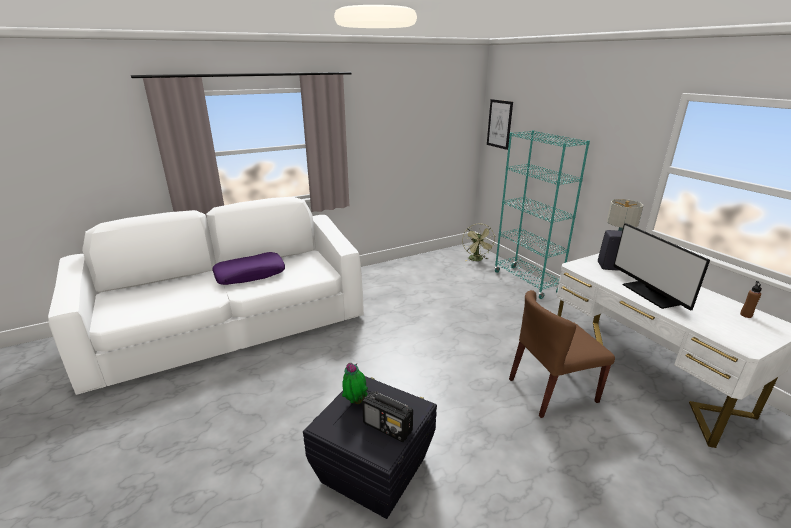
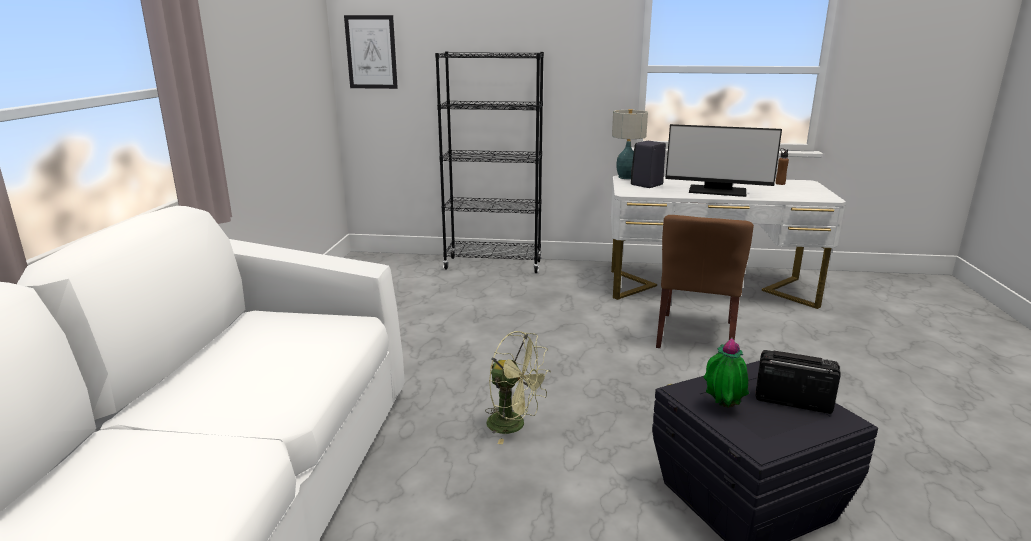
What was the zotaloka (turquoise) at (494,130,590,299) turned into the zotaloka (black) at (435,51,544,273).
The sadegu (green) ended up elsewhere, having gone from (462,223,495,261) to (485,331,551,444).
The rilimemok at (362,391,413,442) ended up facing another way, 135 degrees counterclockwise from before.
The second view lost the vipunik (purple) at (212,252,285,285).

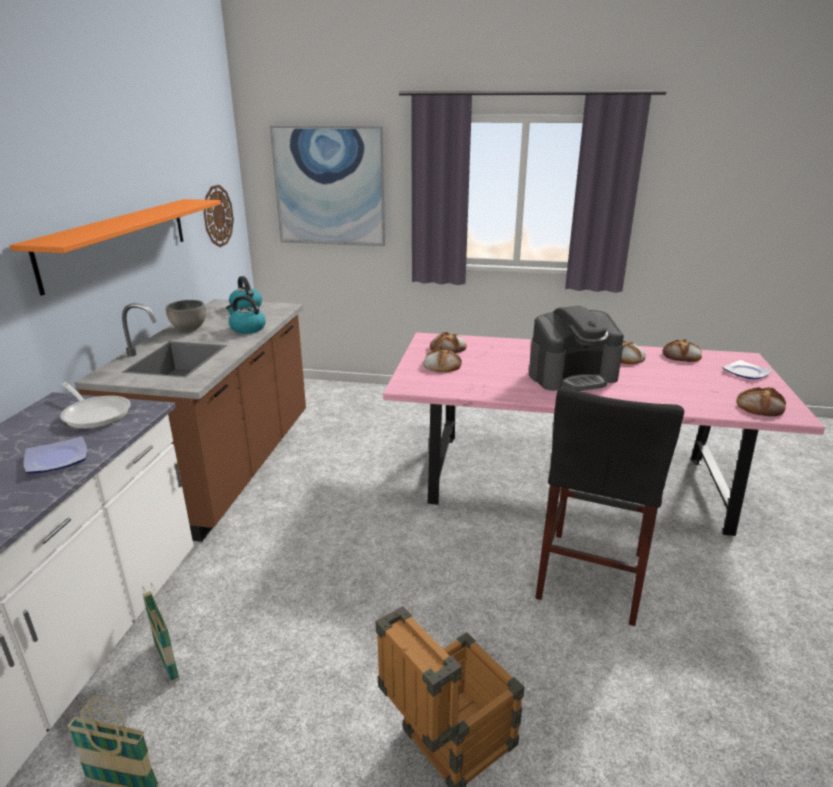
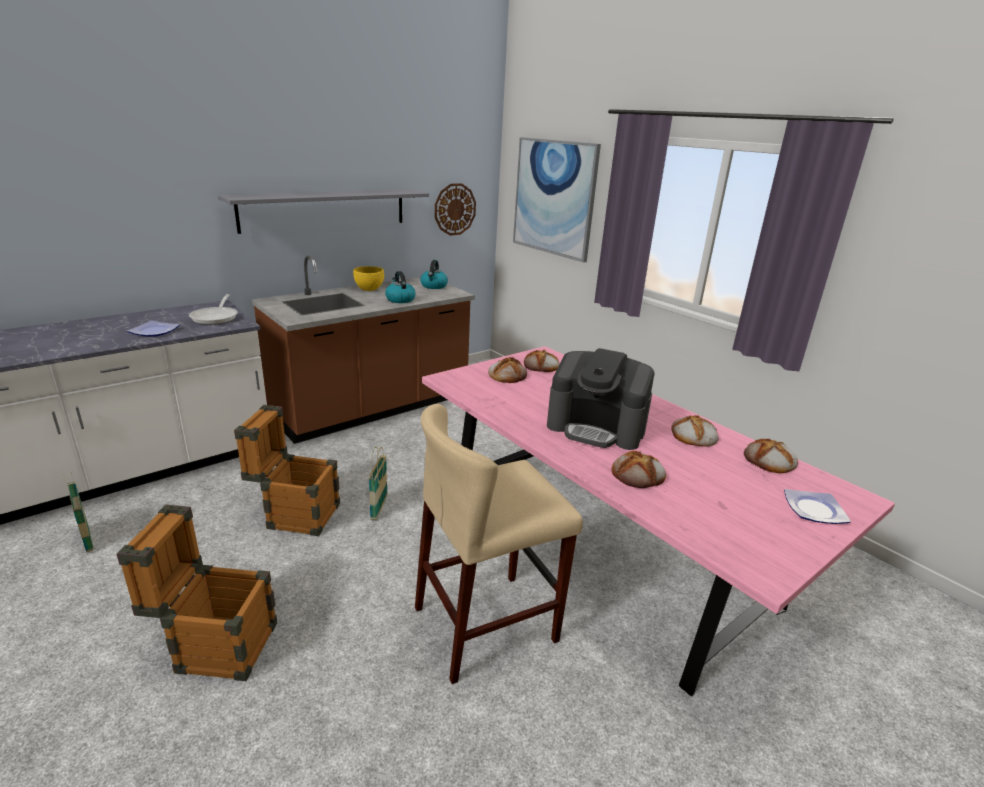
What was the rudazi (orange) at (10,199,221,296) turned into the rudazi (grey) at (217,189,429,234).
The second view gained the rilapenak at (234,405,340,536).
What was the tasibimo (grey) at (166,300,206,332) turned into the tasibimo (yellow) at (353,266,384,291).
The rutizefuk ended up elsewhere, having gone from (142,583,180,684) to (369,446,388,520).
What was the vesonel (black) at (535,387,685,626) turned into the vesonel (beige) at (415,404,583,684).
The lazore ended up elsewhere, having gone from (736,387,786,416) to (612,451,666,488).

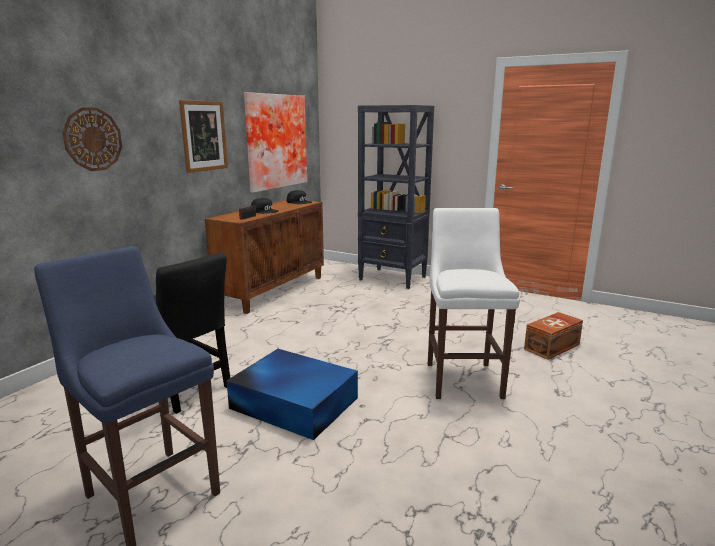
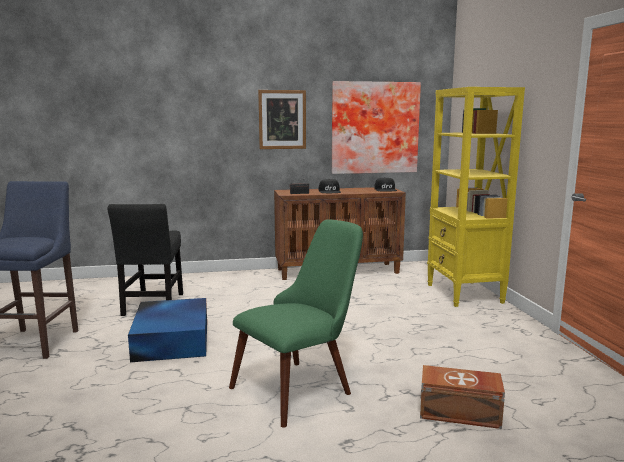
Where the vesonel (white) stood at (428,208,520,399), the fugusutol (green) came to stand at (229,219,363,428).
What was the zotaloka (black) at (358,105,434,289) turned into the zotaloka (yellow) at (427,87,525,307).
The second view lost the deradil at (62,107,122,171).

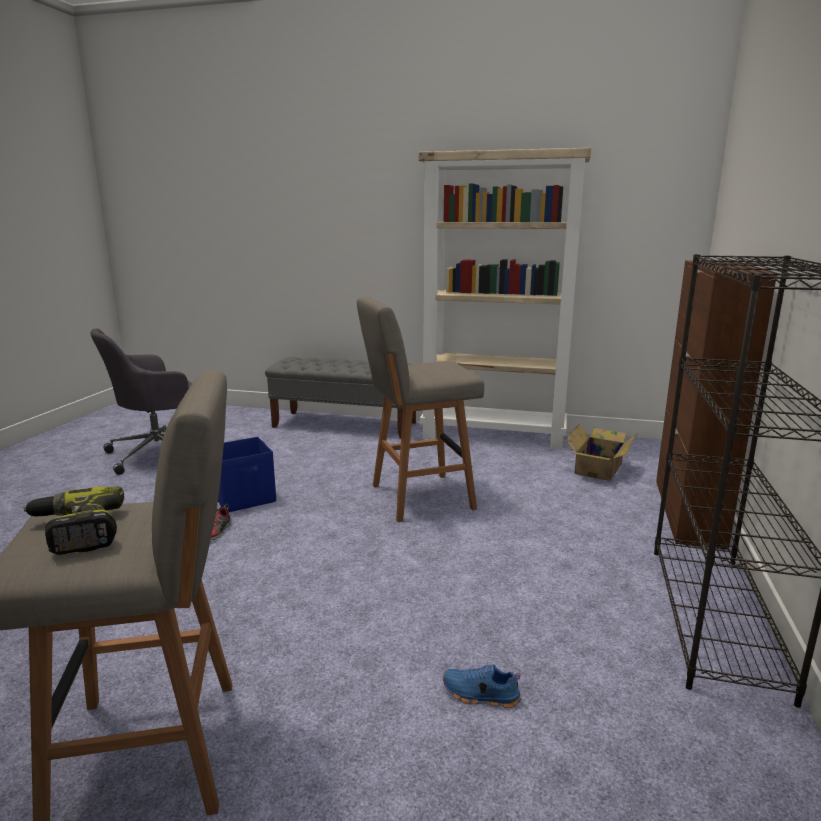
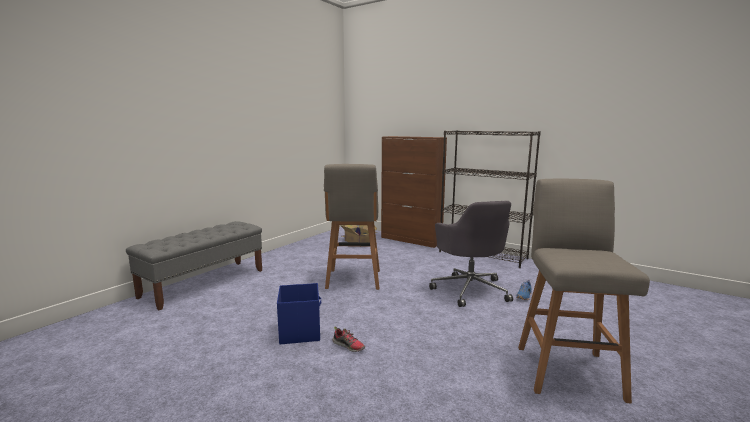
The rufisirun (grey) ended up elsewhere, having gone from (90,328,192,475) to (429,201,513,307).
The second view lost the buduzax at (24,487,124,555).
The second view lost the zotaloka (beige) at (419,148,591,450).

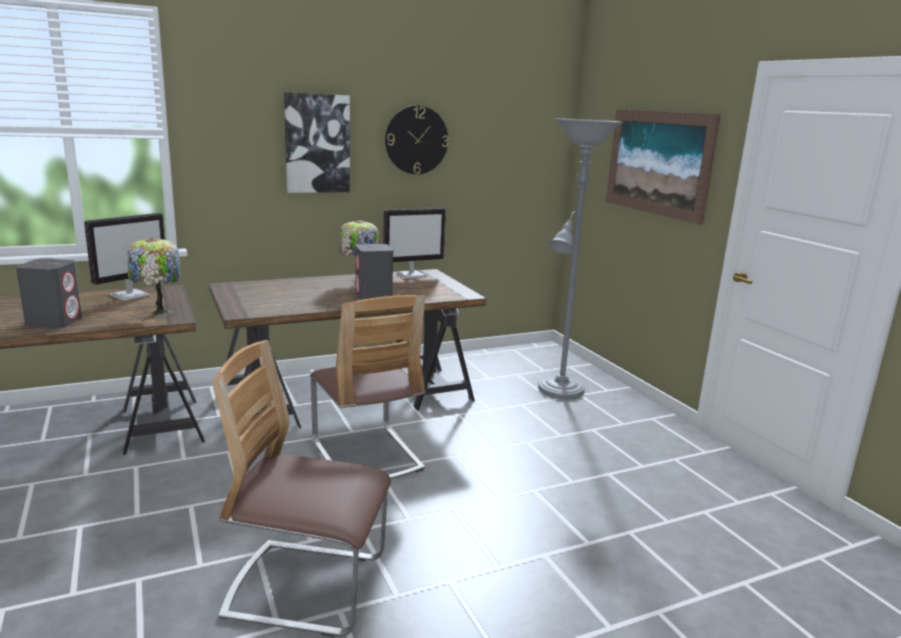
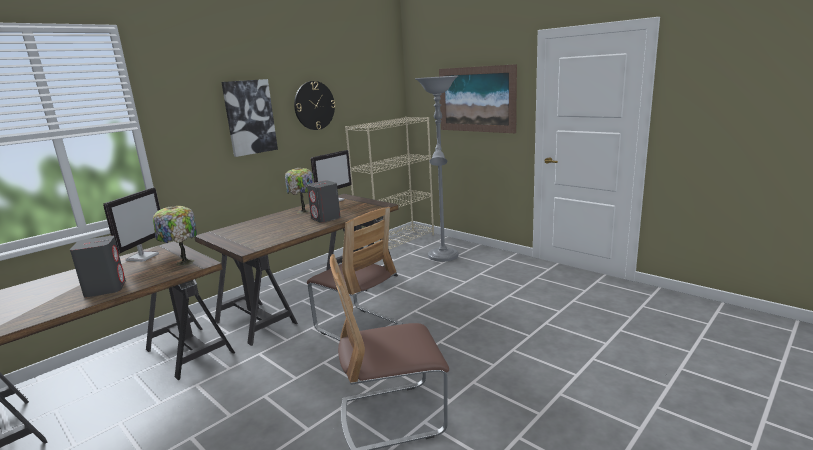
The second view gained the zotaloka (beige) at (345,117,434,249).

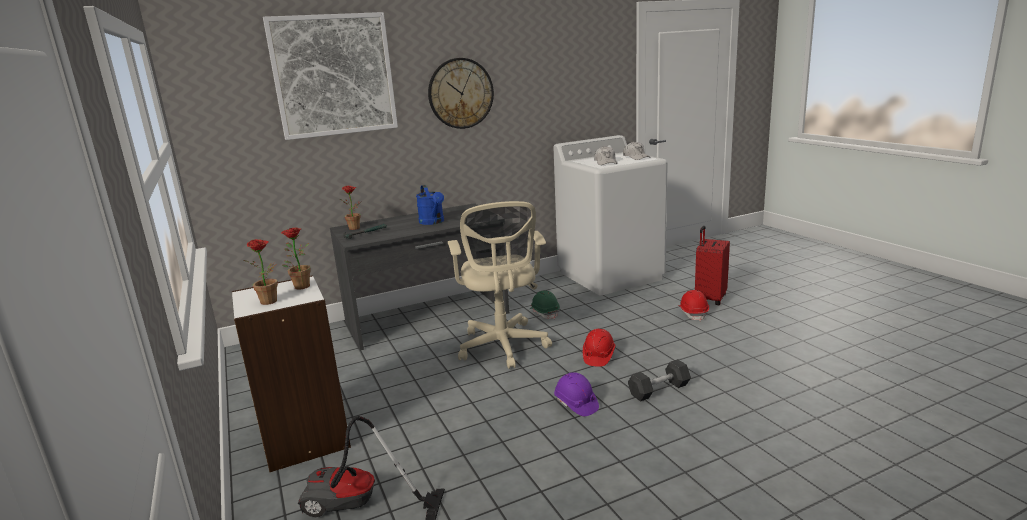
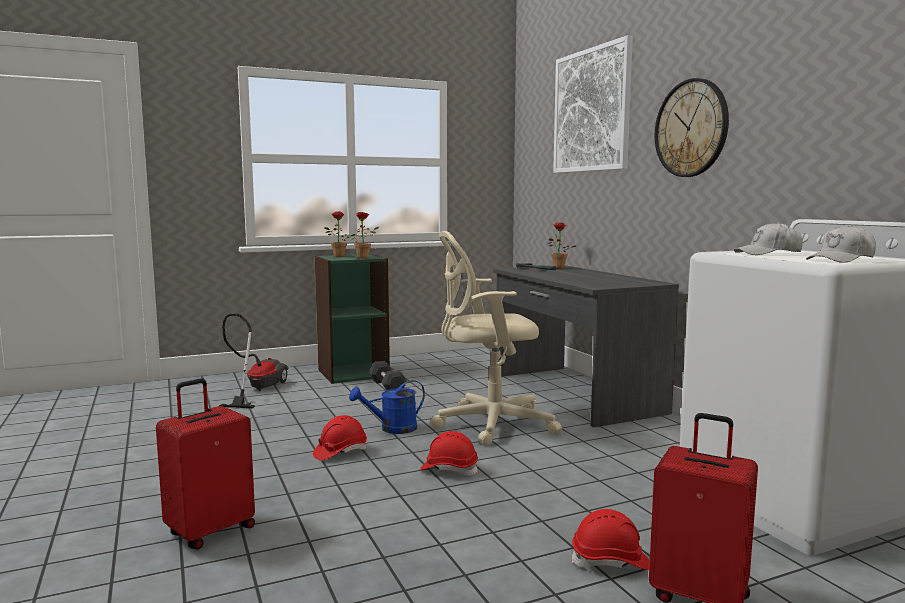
The second view gained the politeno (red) at (156,378,255,549).
What was the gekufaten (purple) at (554,372,599,416) turned into the gekufaten (red) at (313,415,367,461).
What was the zotaloka (white) at (232,275,351,472) turned into the zotaloka (green) at (315,254,390,384).
The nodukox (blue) ended up elsewhere, having gone from (416,185,444,225) to (349,380,425,434).
The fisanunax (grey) ended up elsewhere, having gone from (628,359,691,402) to (368,361,407,390).
The second view lost the gekufaten (green) at (530,290,560,319).

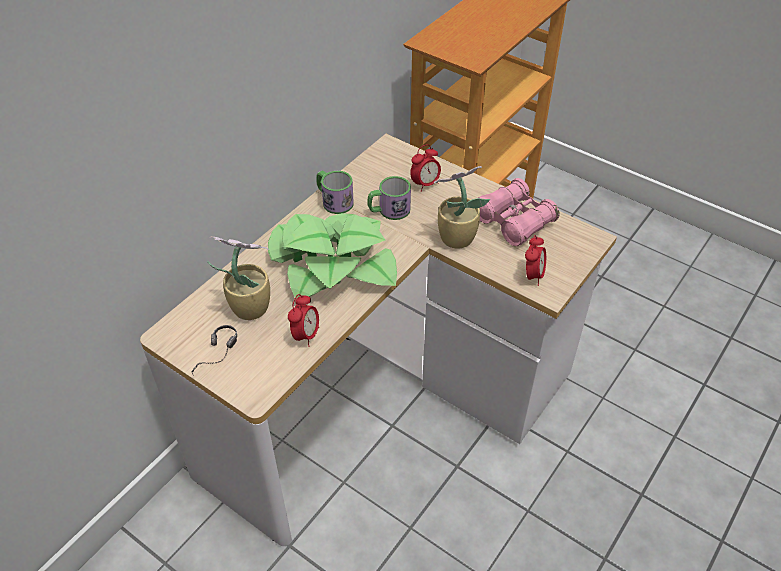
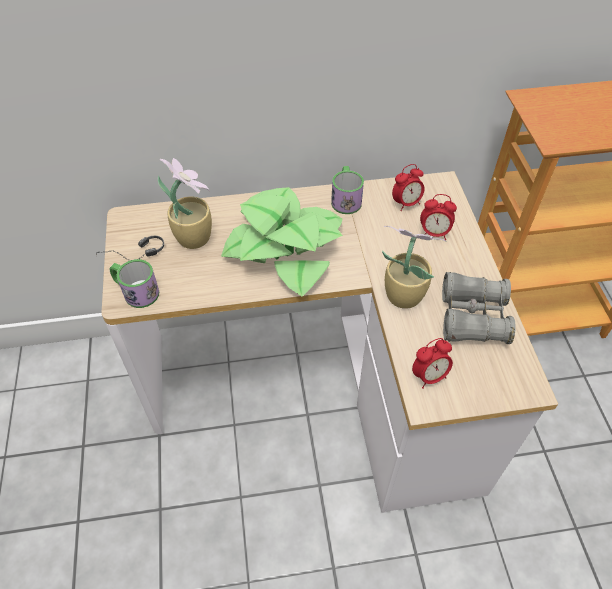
The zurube ended up elsewhere, having gone from (367,176,411,220) to (109,259,159,308).
The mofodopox ended up elsewhere, having gone from (288,294,319,347) to (392,164,425,211).
What was the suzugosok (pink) at (478,178,560,246) turned into the suzugosok (grey) at (442,272,515,344).

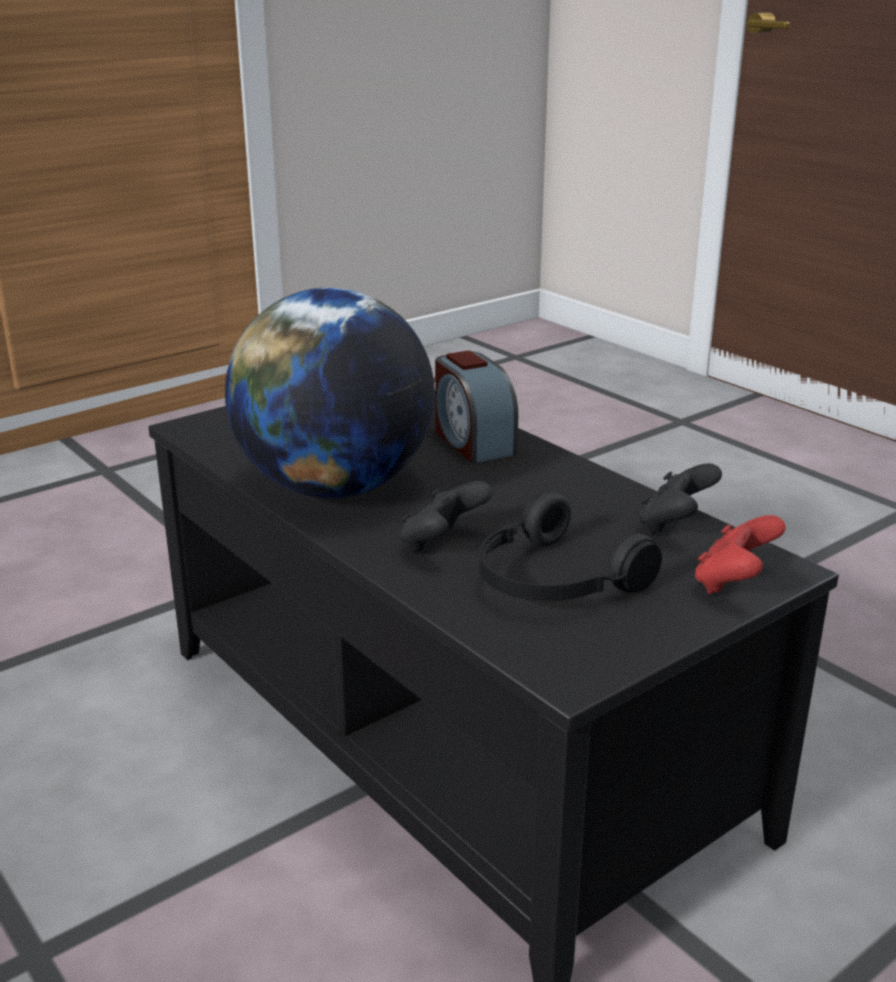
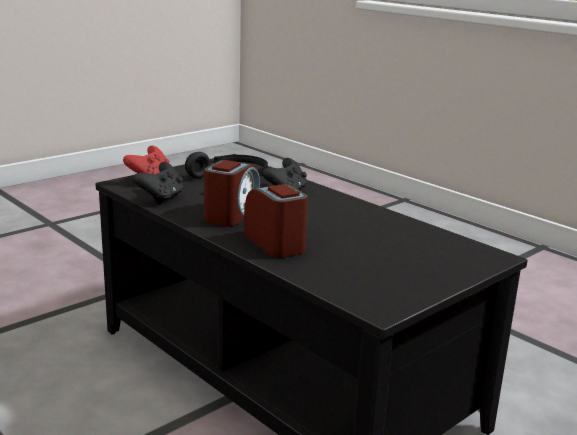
The second view gained the mofodopox at (204,160,260,227).
The second view lost the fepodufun at (225,287,435,498).

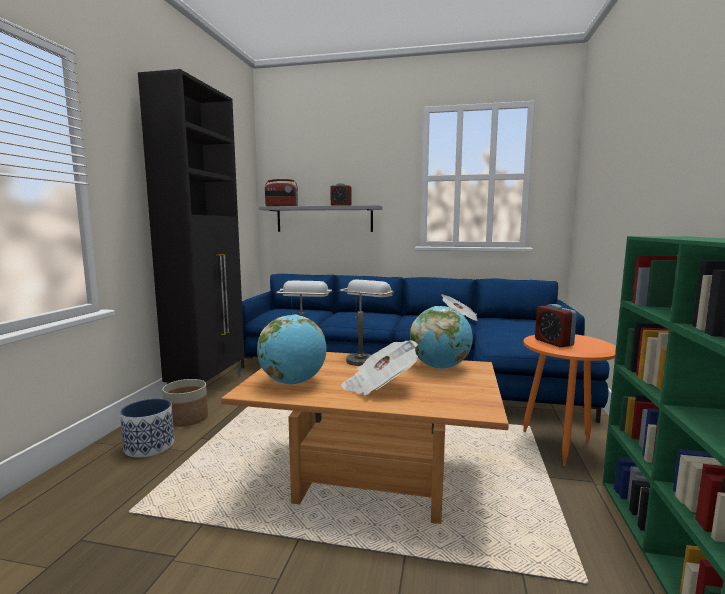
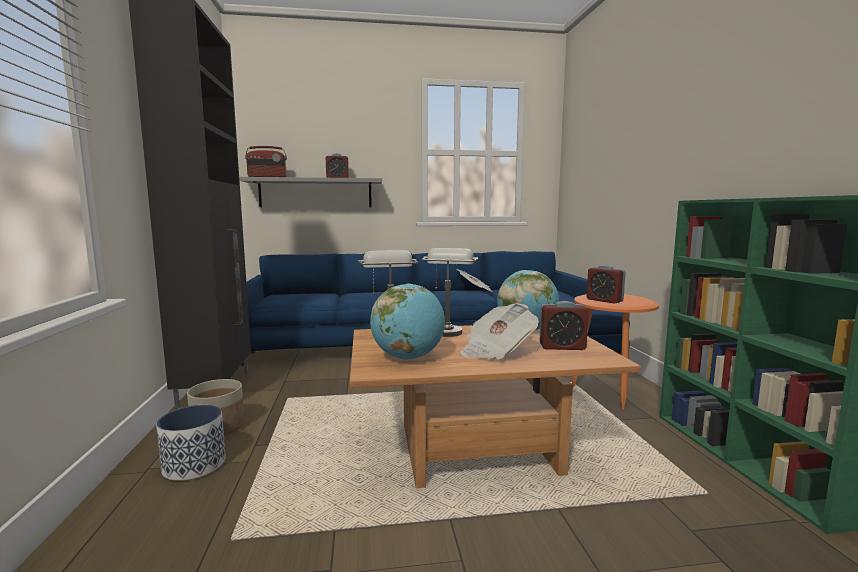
The second view gained the mofodopox at (540,301,589,350).

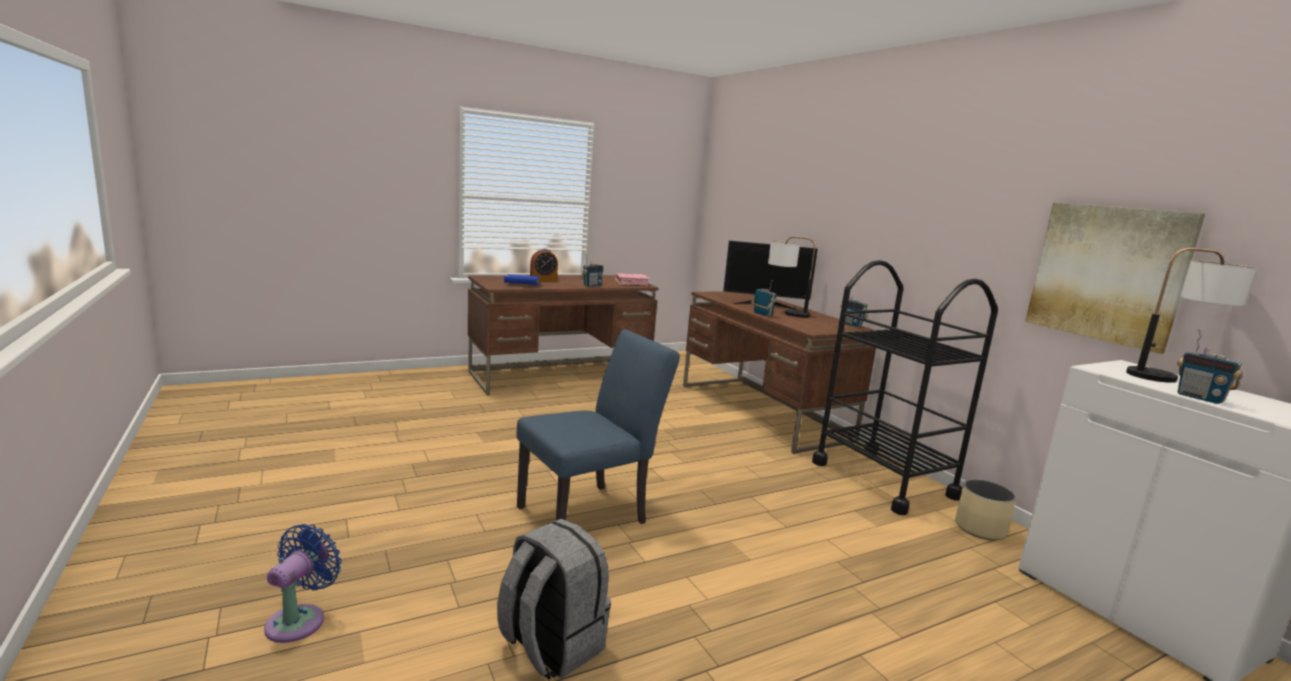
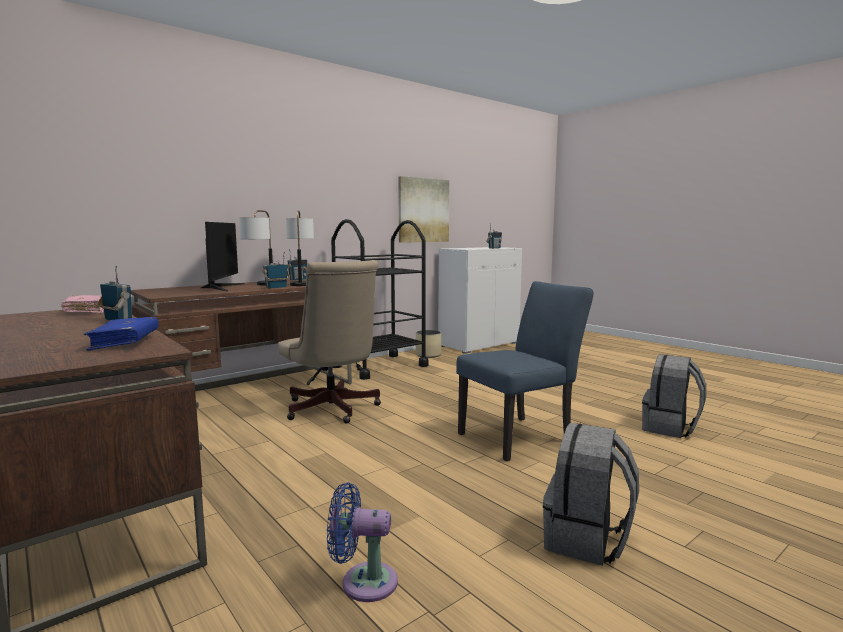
The second view gained the rufisirun (beige) at (278,260,381,424).
The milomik ended up elsewhere, having gone from (1126,248,1256,383) to (286,210,314,286).
The sadegu (blue) ended up elsewhere, having gone from (264,524,342,643) to (327,482,398,602).
The fugusutol (blue) at (516,330,680,524) ended up facing another way, 105 degrees clockwise from before.
The second view gained the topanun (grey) at (543,423,639,566).
The second view lost the mofodopox at (530,249,558,282).

